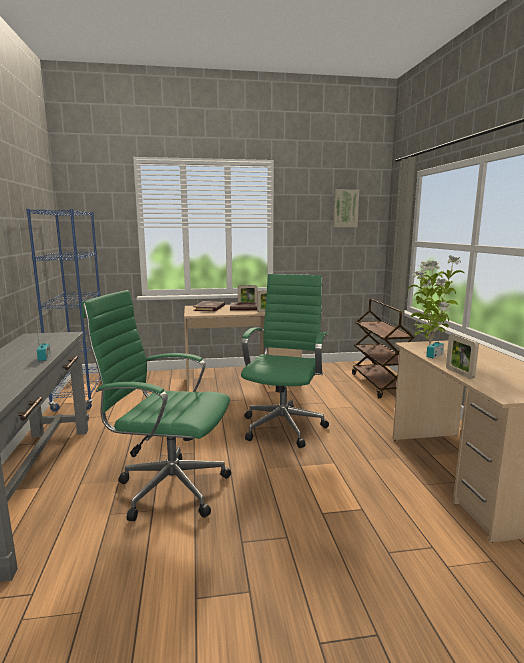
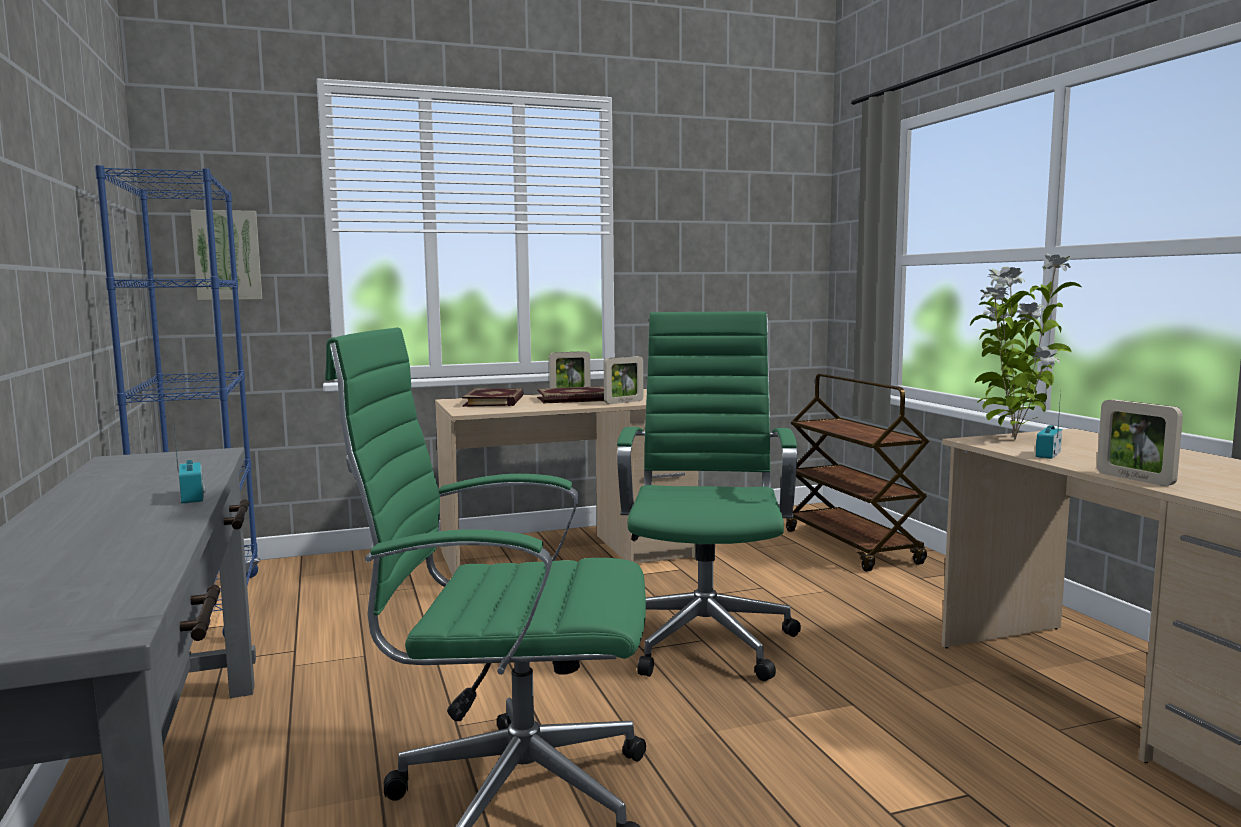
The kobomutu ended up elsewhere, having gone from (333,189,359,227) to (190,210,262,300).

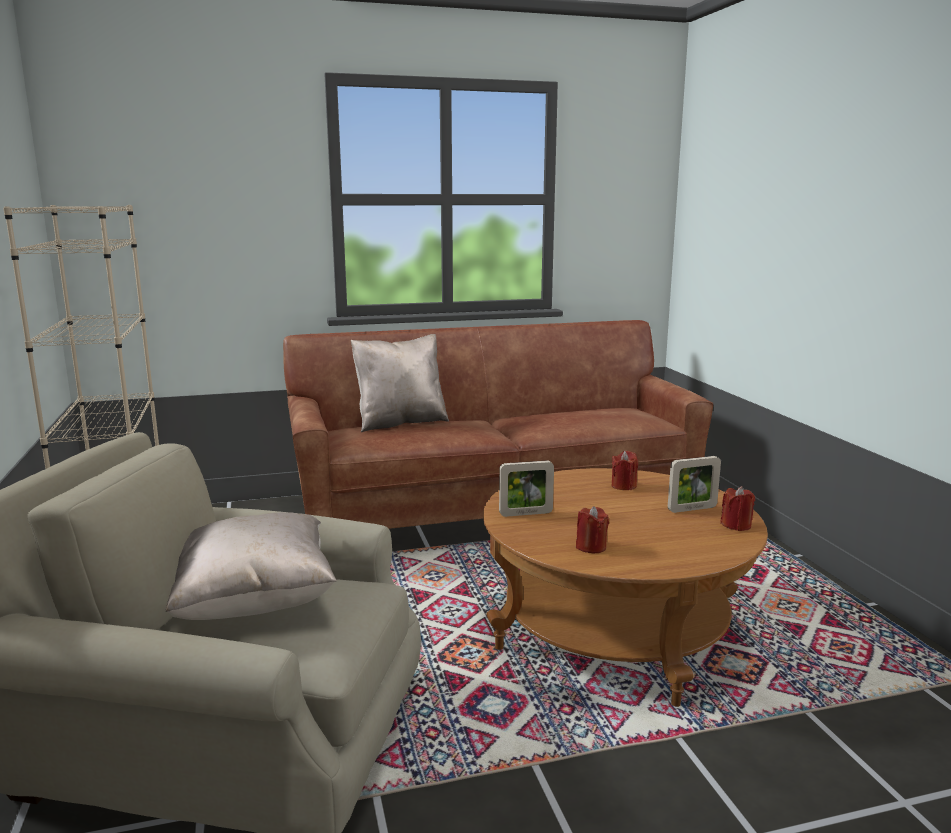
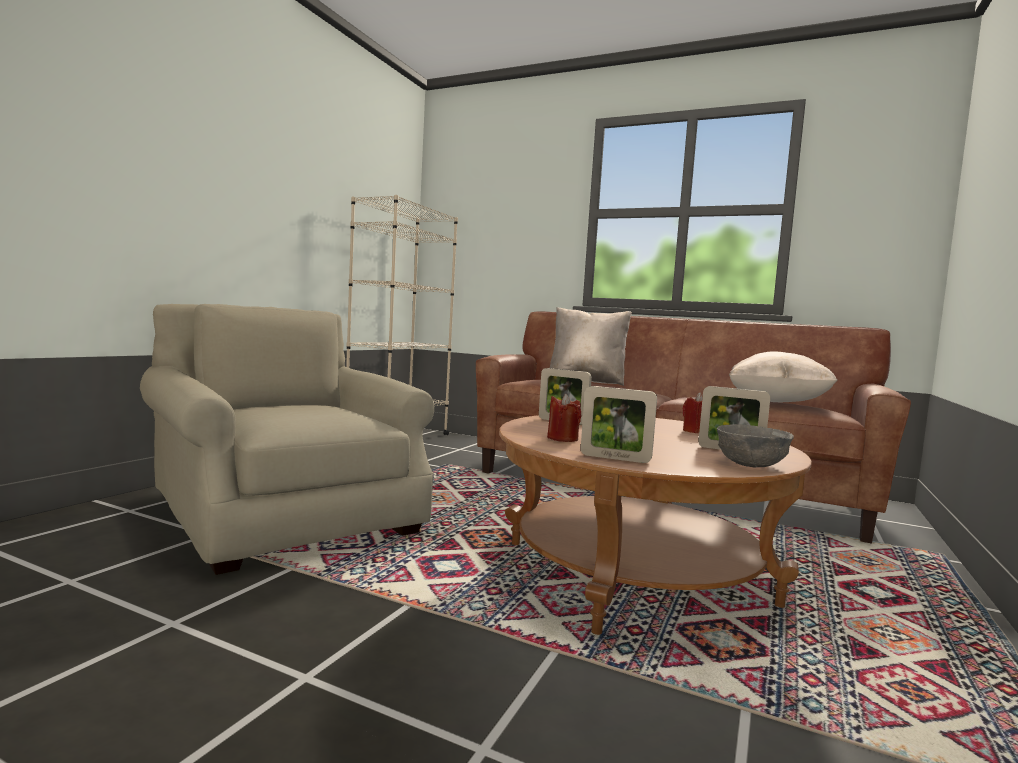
The second view gained the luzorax at (581,386,657,463).
Where the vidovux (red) stood at (720,486,755,531), the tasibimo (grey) came to stand at (717,424,794,468).
The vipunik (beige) ended up elsewhere, having gone from (165,512,337,620) to (729,352,838,402).

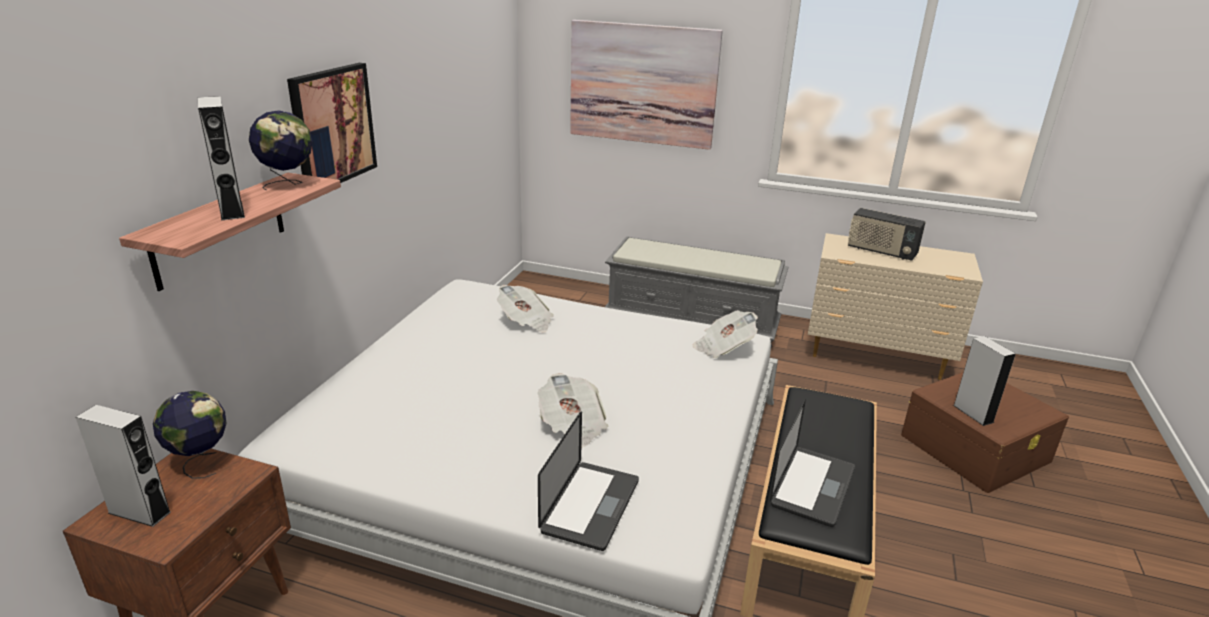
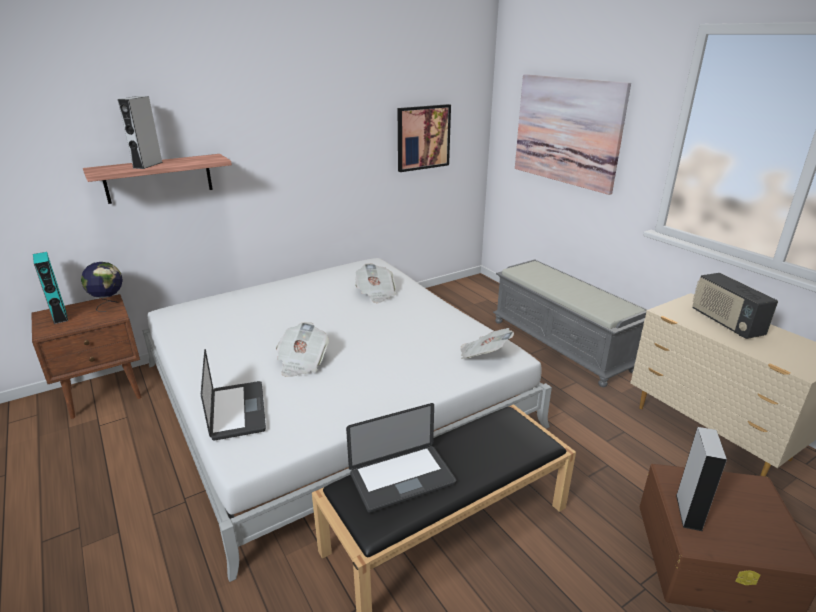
What was the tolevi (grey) at (75,405,171,527) turned into the tolevi (turquoise) at (33,252,68,324).
The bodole at (538,411,639,551) ended up facing another way, 75 degrees counterclockwise from before.
The kobomutu ended up elsewhere, having gone from (287,63,377,183) to (398,104,451,172).
The second view lost the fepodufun at (249,110,313,190).

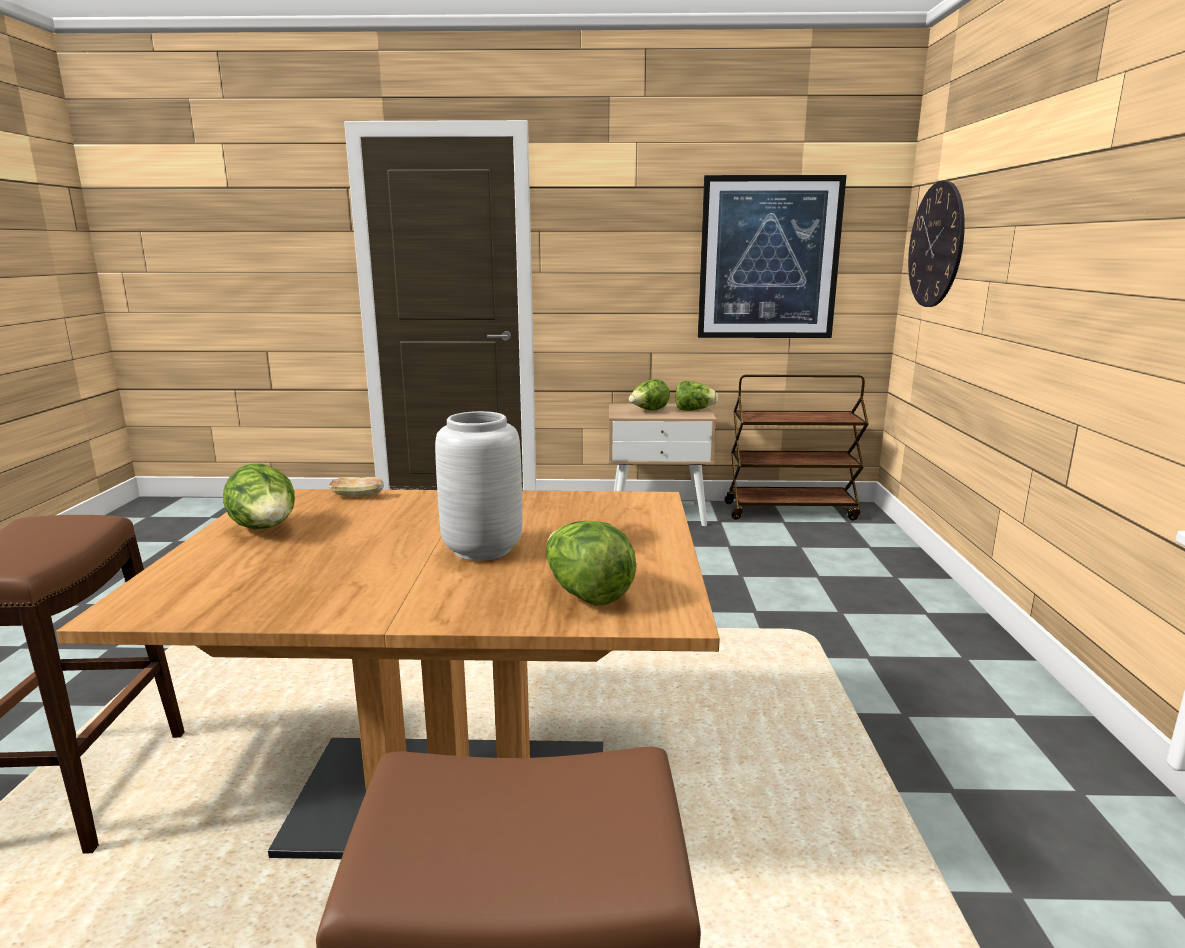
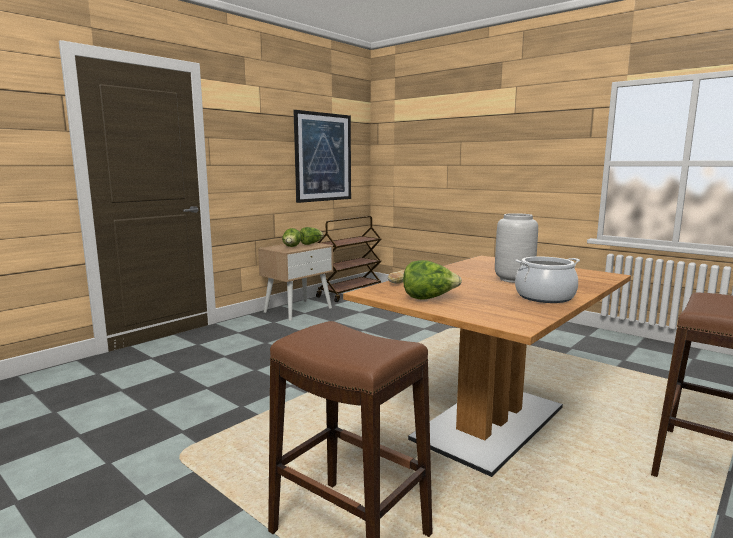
The second view gained the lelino at (515,257,580,303).
The second view lost the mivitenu at (546,521,636,605).
The second view lost the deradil at (908,181,965,307).

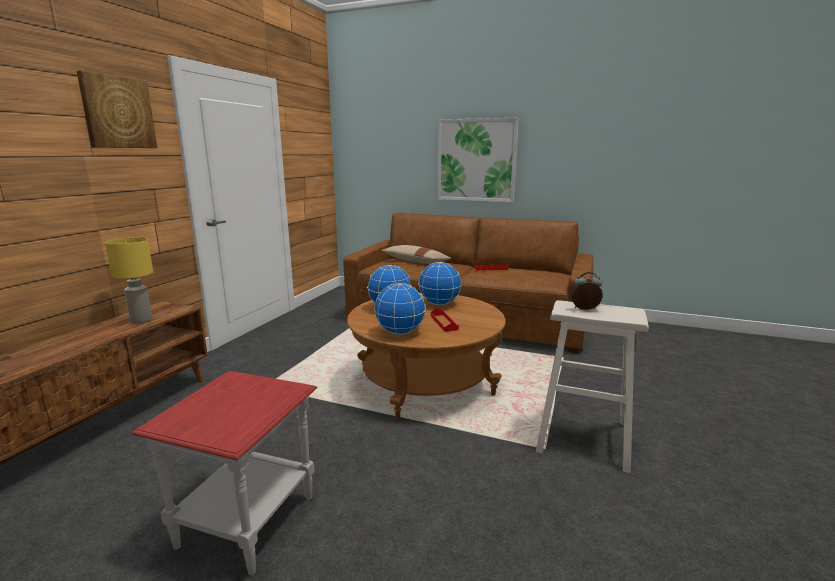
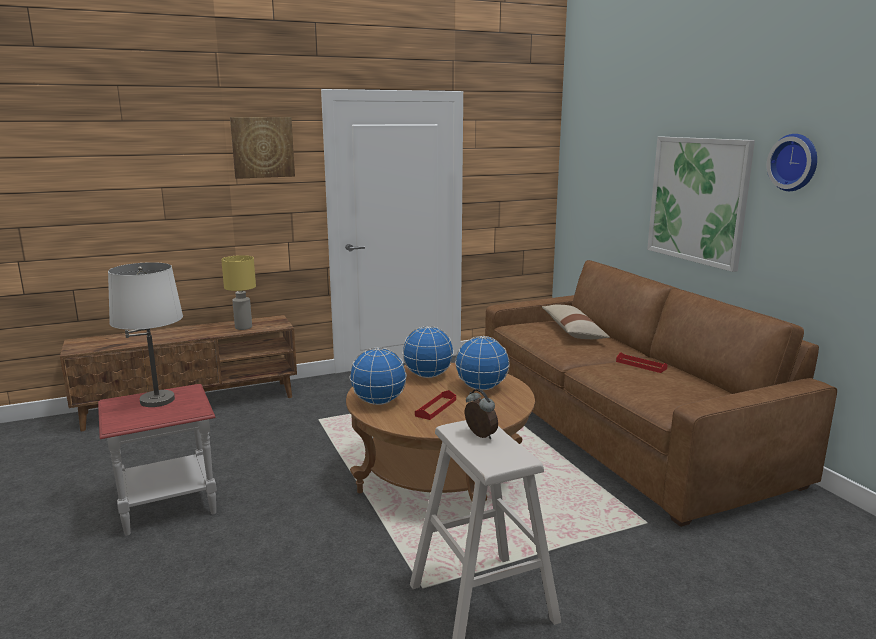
The second view gained the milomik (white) at (108,262,183,407).
The second view gained the deradil at (767,134,817,191).

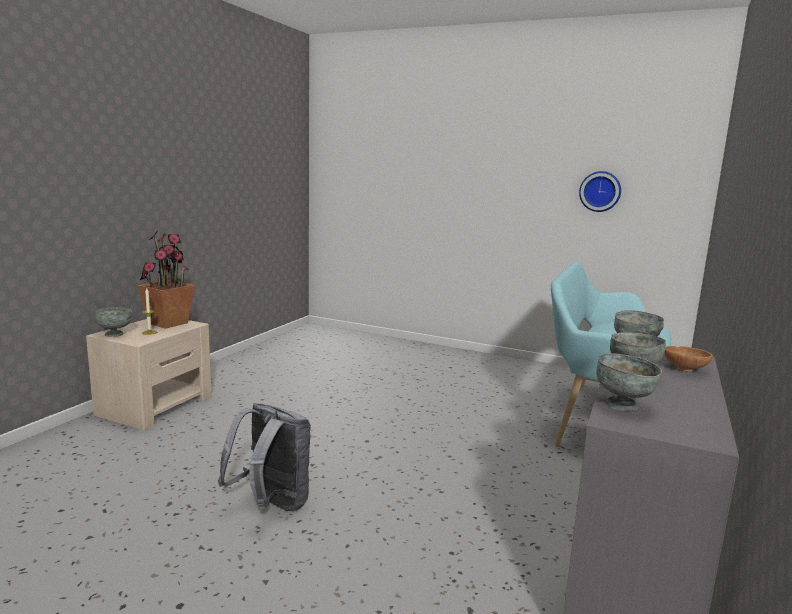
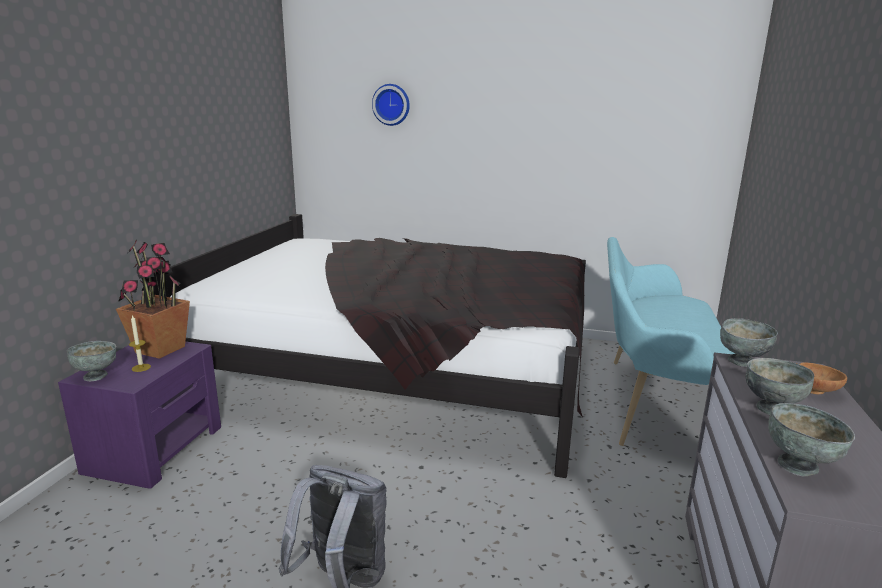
What was the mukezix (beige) at (86,319,212,430) turned into the mukezix (purple) at (58,341,221,489).
The second view gained the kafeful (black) at (147,214,586,478).
The deradil ended up elsewhere, having gone from (579,171,621,212) to (372,84,410,126).

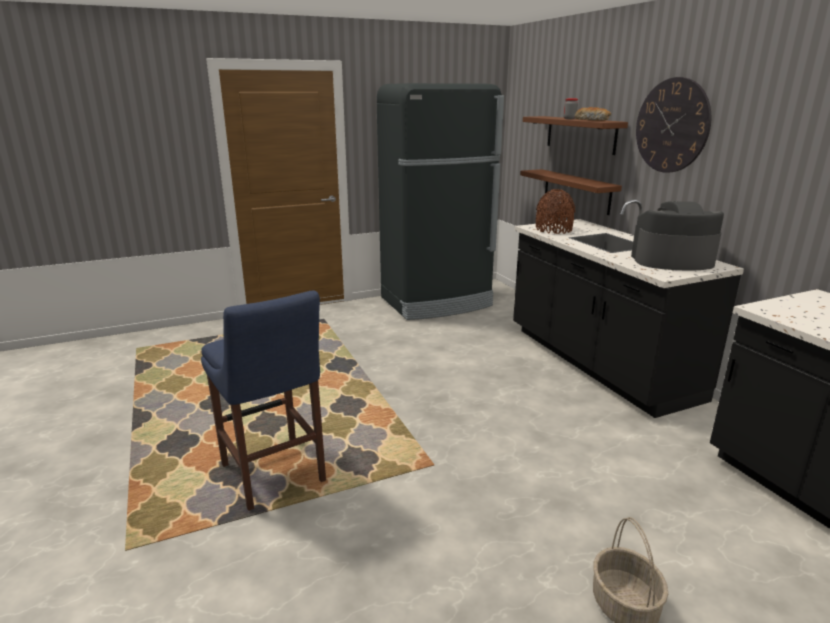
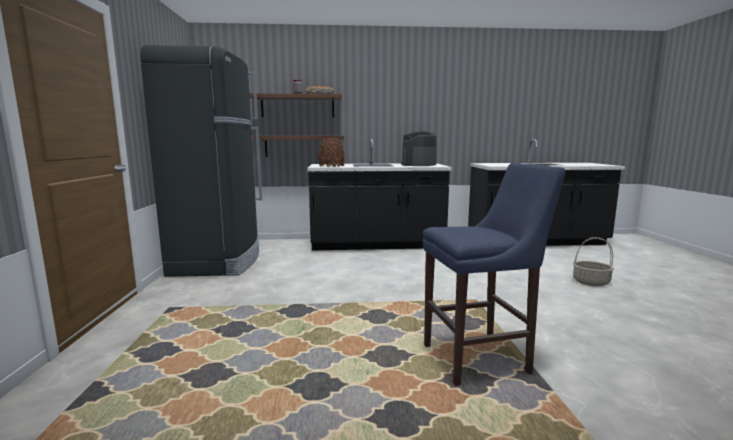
The second view lost the deradil at (636,77,711,173).

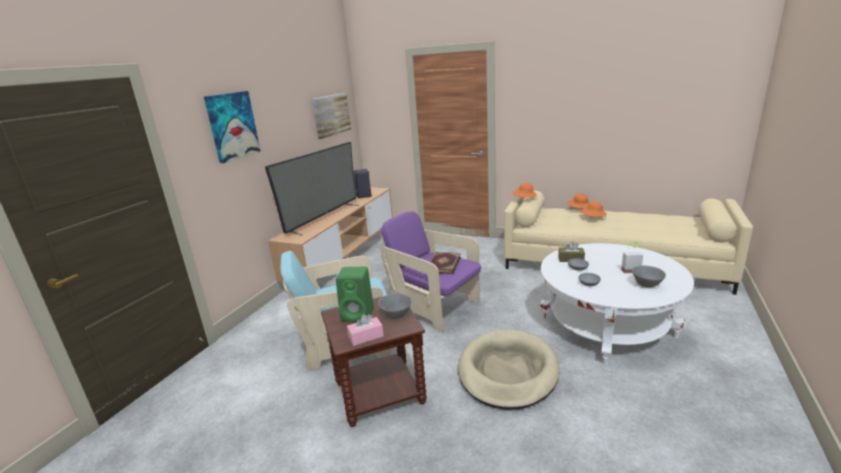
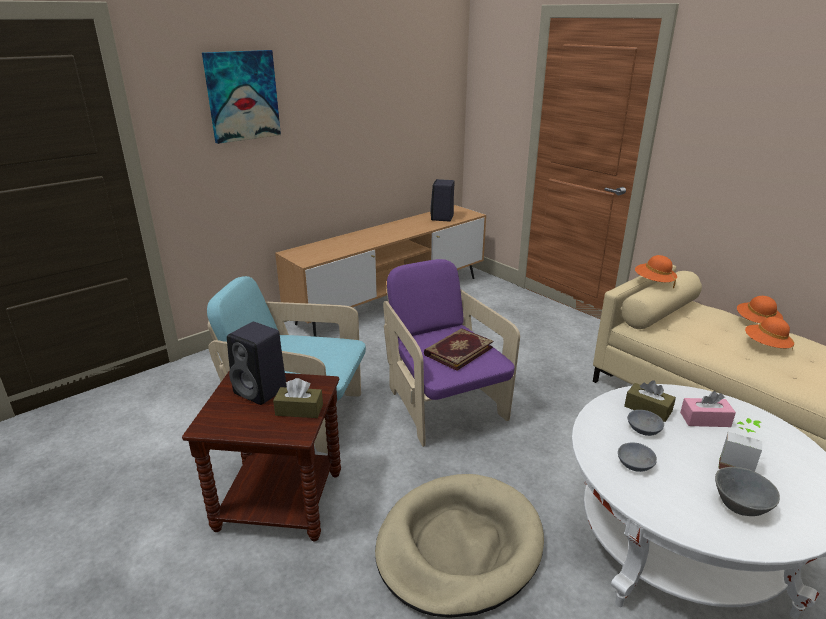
What was the tolevi (green) at (336,267,374,322) turned into the tolevi (black) at (227,322,287,405).
Where the tasibimo (grey) stood at (378,294,412,319), the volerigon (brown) came to stand at (273,378,323,418).
The volerigon (pink) ended up elsewhere, having gone from (347,314,384,346) to (680,391,736,427).
The second view lost the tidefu at (265,142,359,236).
The second view lost the kobomutu at (312,93,351,139).

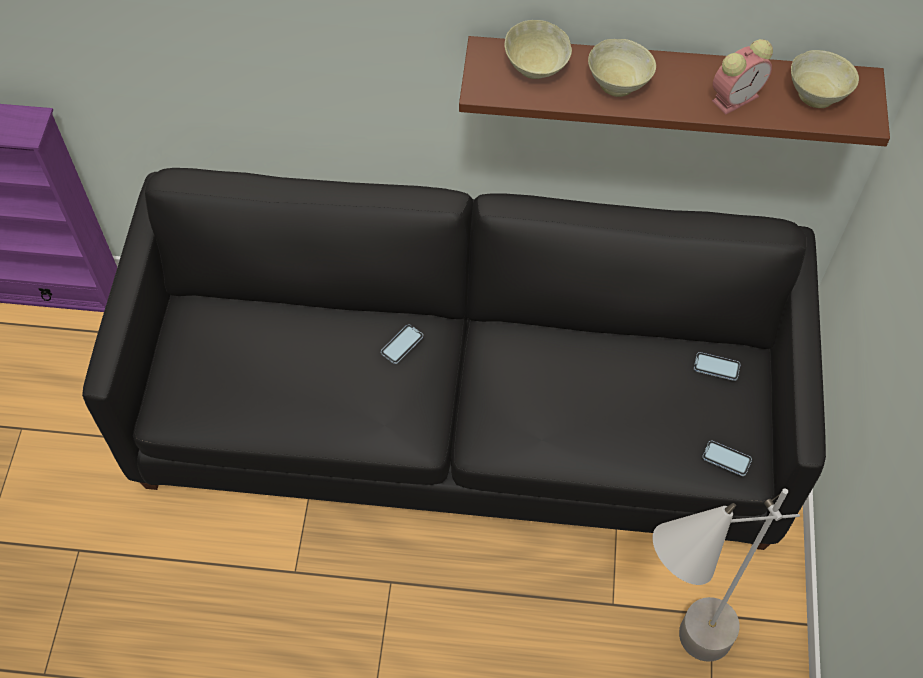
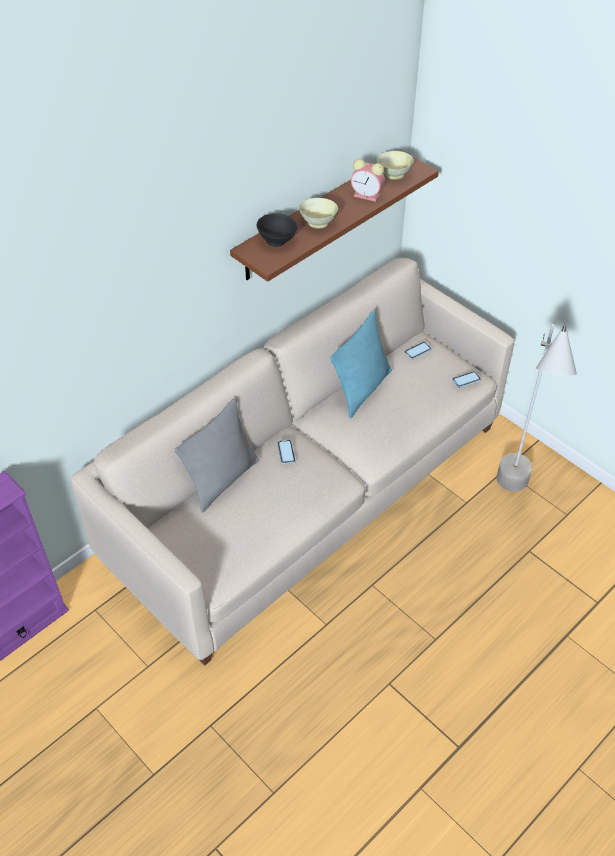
What was the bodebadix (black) at (82,168,826,550) turned into the bodebadix (beige) at (71,258,514,665).
The second view gained the vipunik (grey) at (174,398,259,513).
What was the tasibimo (beige) at (504,20,572,79) turned into the tasibimo (black) at (257,213,298,247).
The second view gained the vipunik (turquoise) at (330,311,392,418).
The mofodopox at (712,39,773,115) ended up facing another way, 105 degrees clockwise from before.

